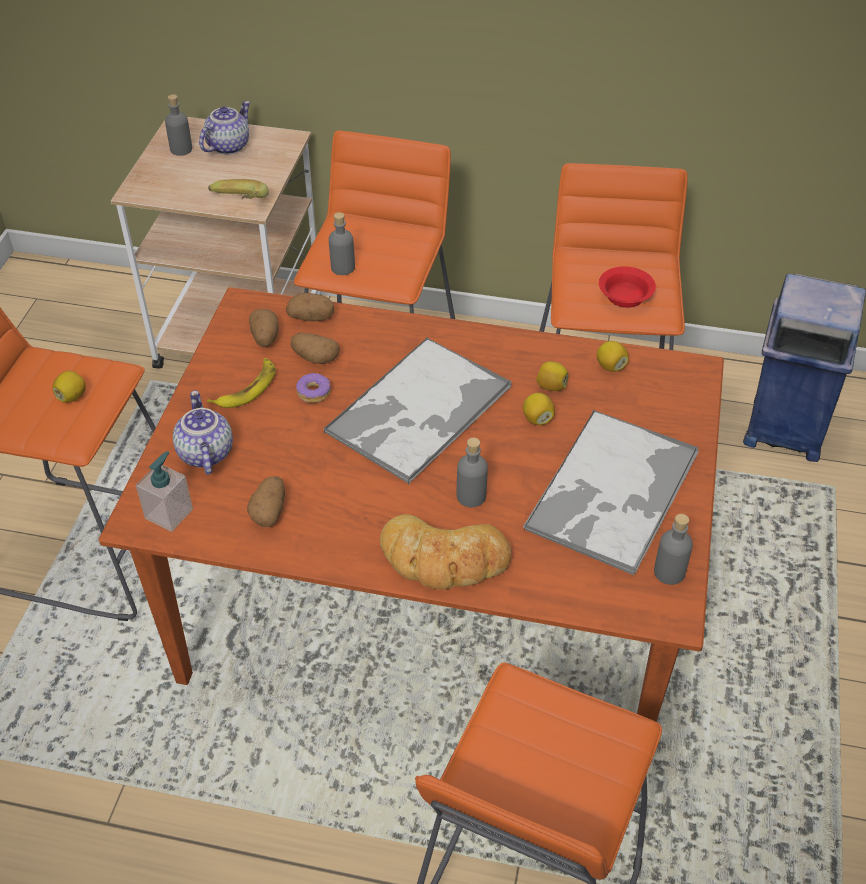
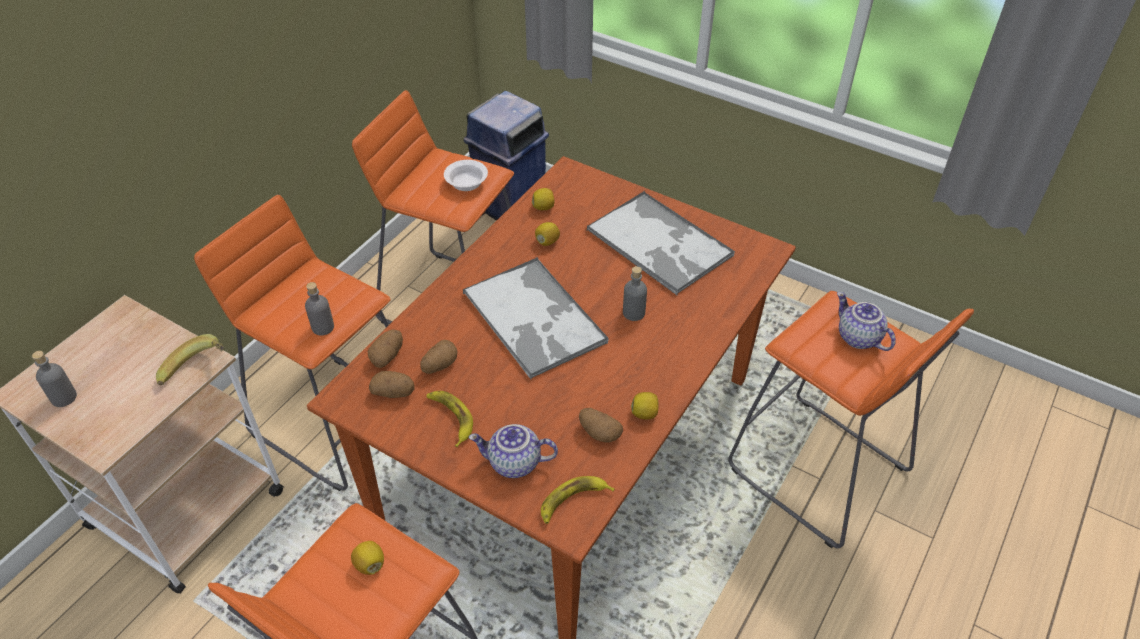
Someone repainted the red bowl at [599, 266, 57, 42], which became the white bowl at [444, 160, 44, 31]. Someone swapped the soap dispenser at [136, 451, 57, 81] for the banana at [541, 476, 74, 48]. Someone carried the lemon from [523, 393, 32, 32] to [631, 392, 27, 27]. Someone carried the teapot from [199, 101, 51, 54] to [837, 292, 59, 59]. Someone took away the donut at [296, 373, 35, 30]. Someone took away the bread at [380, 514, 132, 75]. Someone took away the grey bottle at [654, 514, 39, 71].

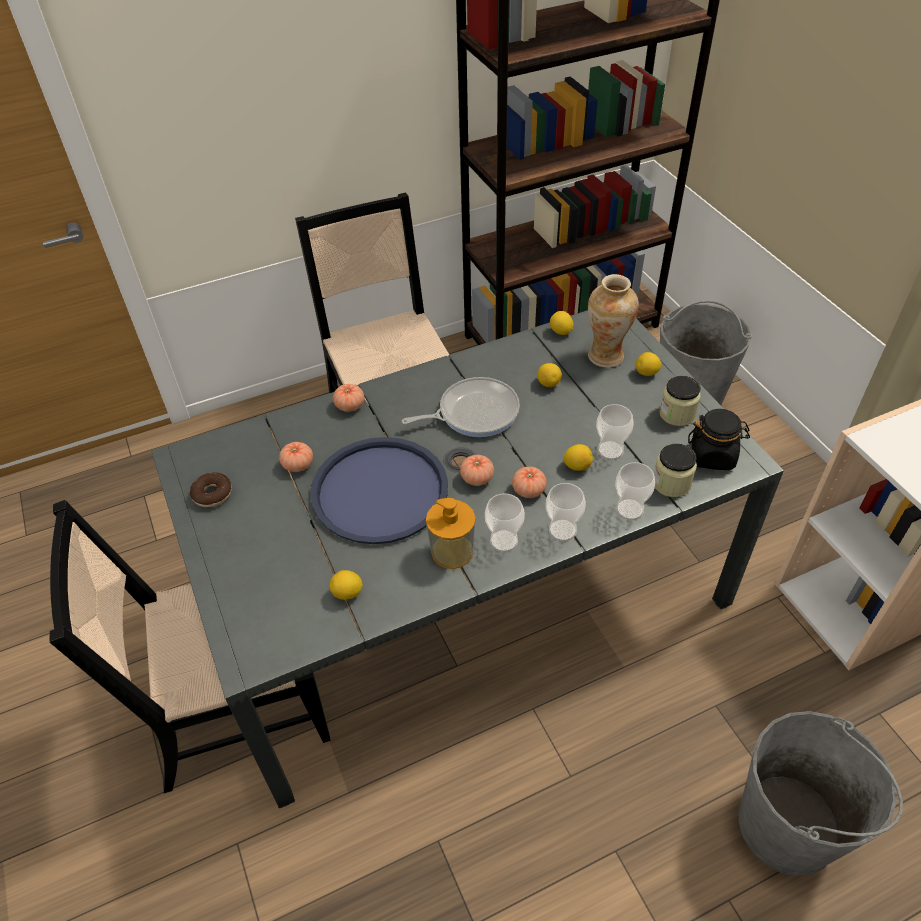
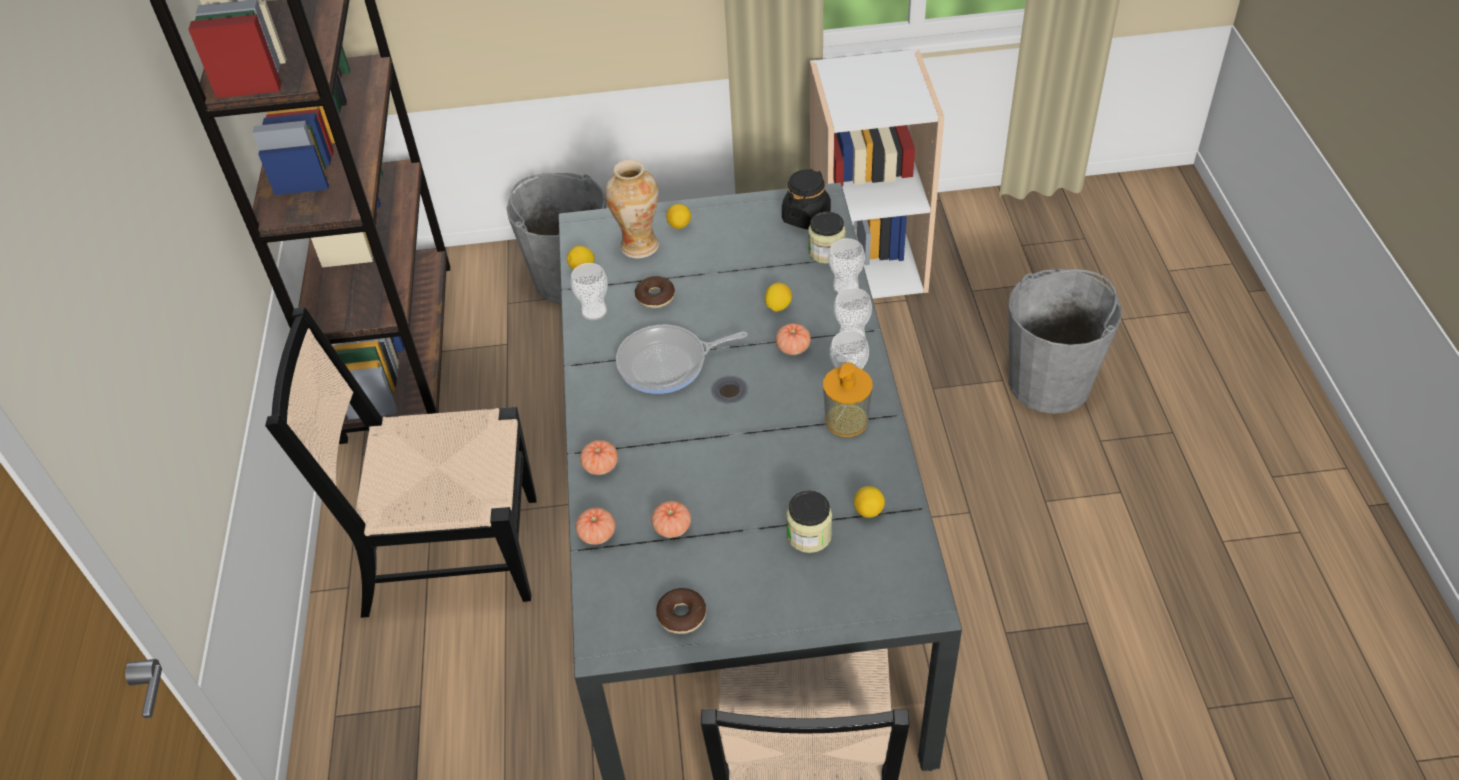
Someone carried the cup from [596, 404, 37, 56] to [571, 263, 37, 57]. Someone carried the tomato from [460, 455, 34, 31] to [576, 507, 40, 38]. Someone rotated the frying pan at [402, 377, 118, 60] by 105 degrees counterclockwise. Someone swapped the lemon at [537, 363, 25, 24] for the donut at [635, 276, 40, 32]. Someone carried the jar from [659, 376, 42, 50] to [786, 491, 46, 62]. Someone took away the blue tray at [310, 437, 138, 107].

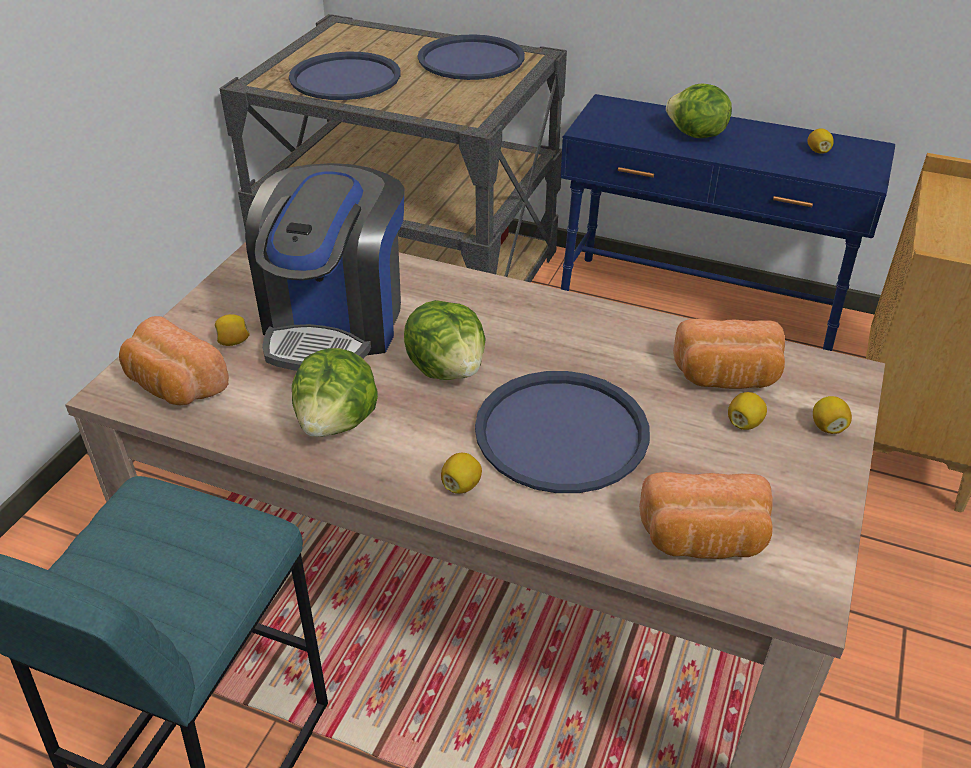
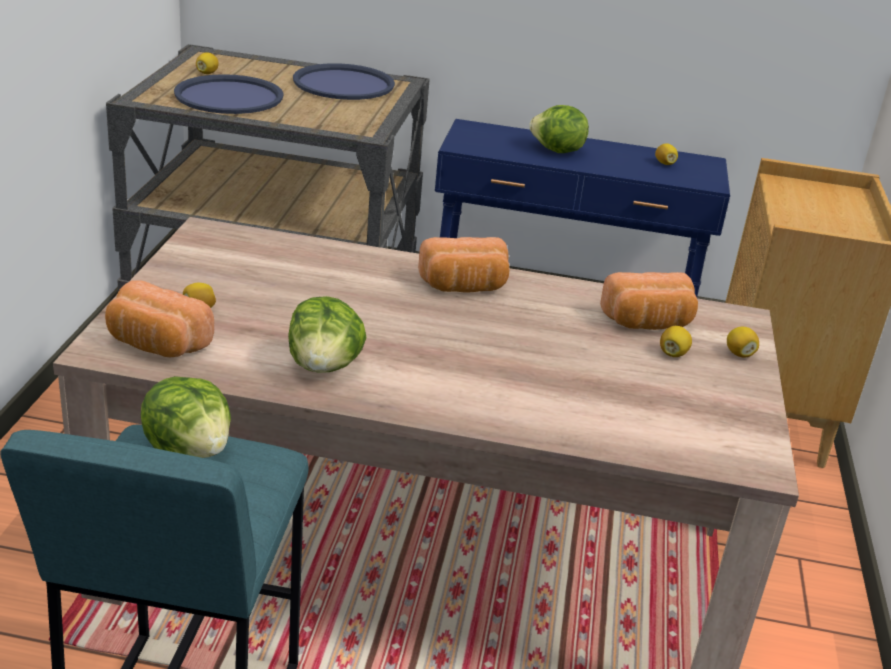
Someone carried the lettuce from [404, 300, 81, 80] to [141, 376, 90, 82]. Someone carried the lemon from [441, 453, 41, 41] to [196, 52, 23, 22]. Someone carried the bread from [639, 472, 134, 87] to [418, 237, 92, 56]. Someone took away the coffee machine at [245, 163, 159, 208]. Someone took away the blue tray at [475, 371, 175, 122].

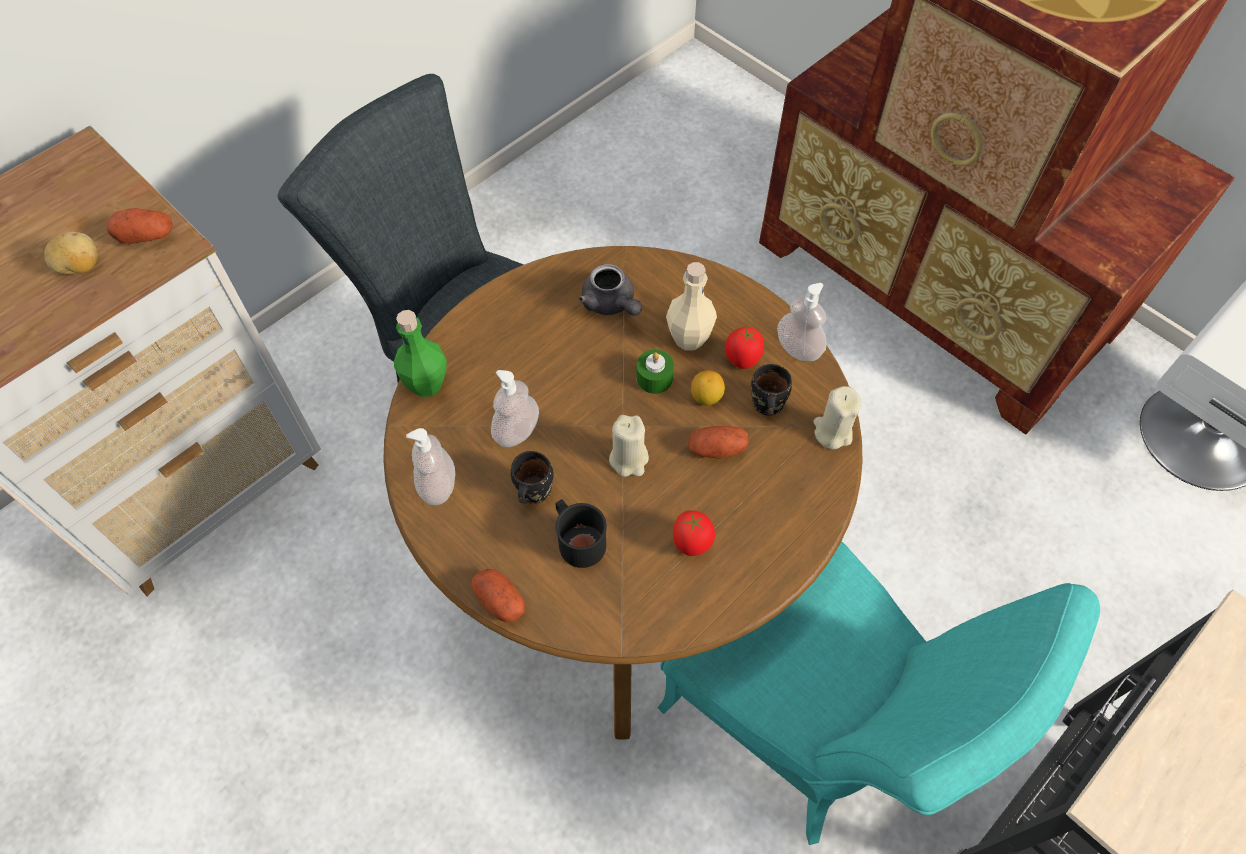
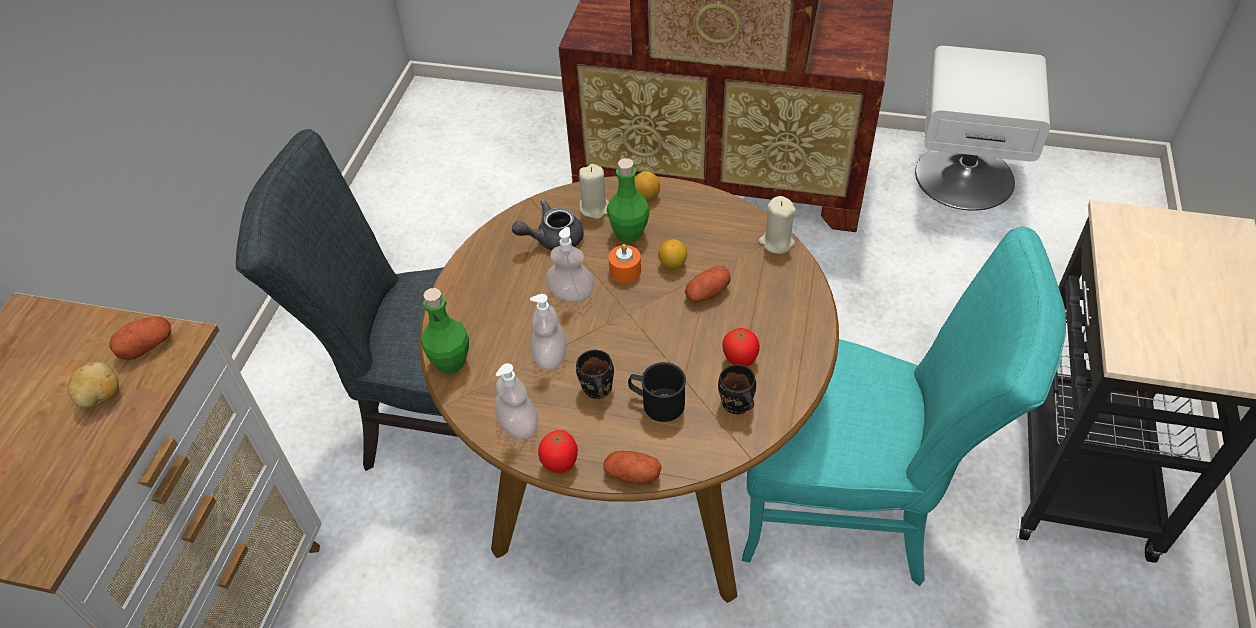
Someone rotated the grey teapot at [578, 264, 64, 52] by 135 degrees clockwise. Someone carried the tomato from [725, 327, 39, 42] to [538, 430, 40, 43]. Someone carried the soap dispenser from [777, 283, 49, 78] to [546, 227, 49, 75]. Someone carried the beige candle from [609, 415, 40, 62] to [579, 164, 30, 55]. Someone repainted the beige bottle at [666, 262, 51, 89], which became the green bottle at [607, 158, 43, 85]. Someone repainted the green candle at [636, 349, 38, 45], which became the orange candle at [608, 244, 33, 39]. Someone put down the lemon at [634, 171, 26, 30]. Someone carried the black mug from [751, 364, 41, 51] to [718, 365, 38, 49].

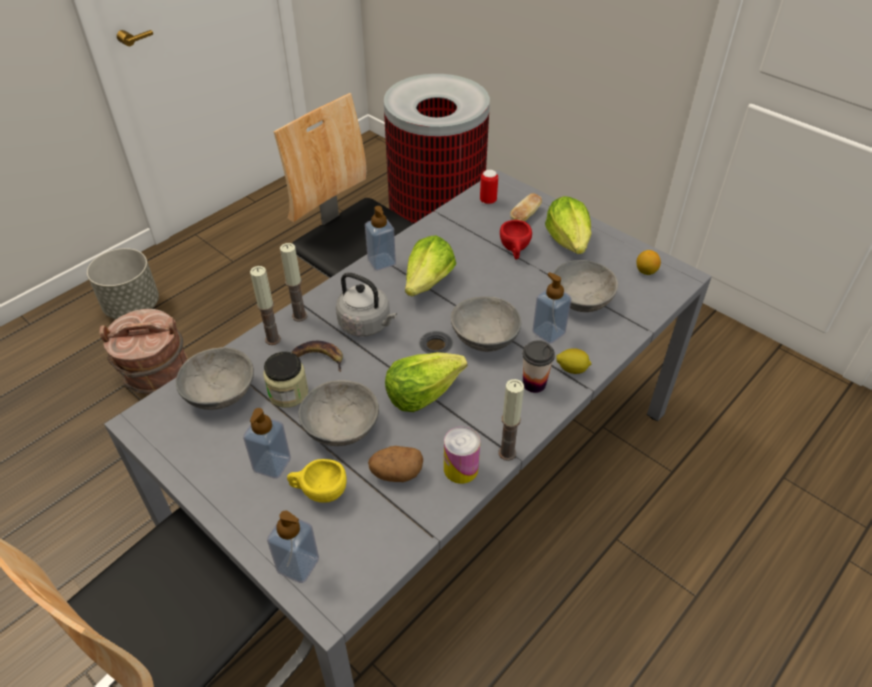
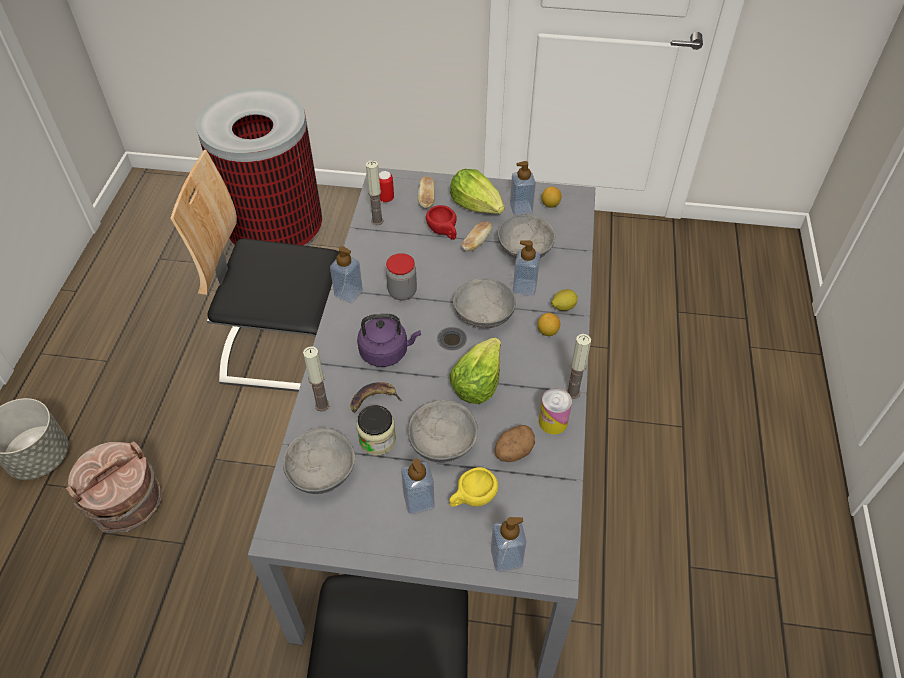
Someone repainted the grey kettle at [336, 272, 61, 65], which became the purple kettle at [357, 314, 64, 53]. Someone carried the candle from [280, 243, 27, 79] to [366, 160, 18, 65]. Someone swapped the lettuce at [405, 235, 51, 61] for the jar at [386, 253, 31, 47]. Someone put down the bread at [461, 221, 31, 30]. Someone put down the soap dispenser at [510, 161, 26, 54]. Someone swapped the cup at [522, 341, 33, 52] for the lemon at [537, 313, 23, 23].

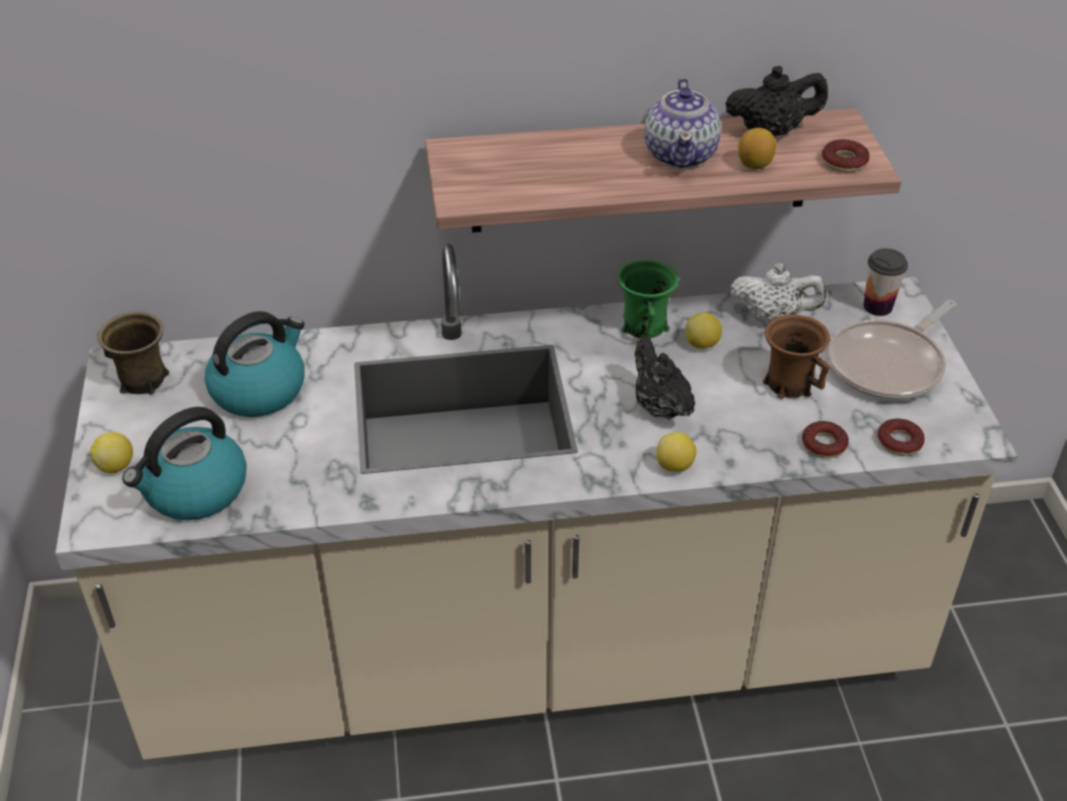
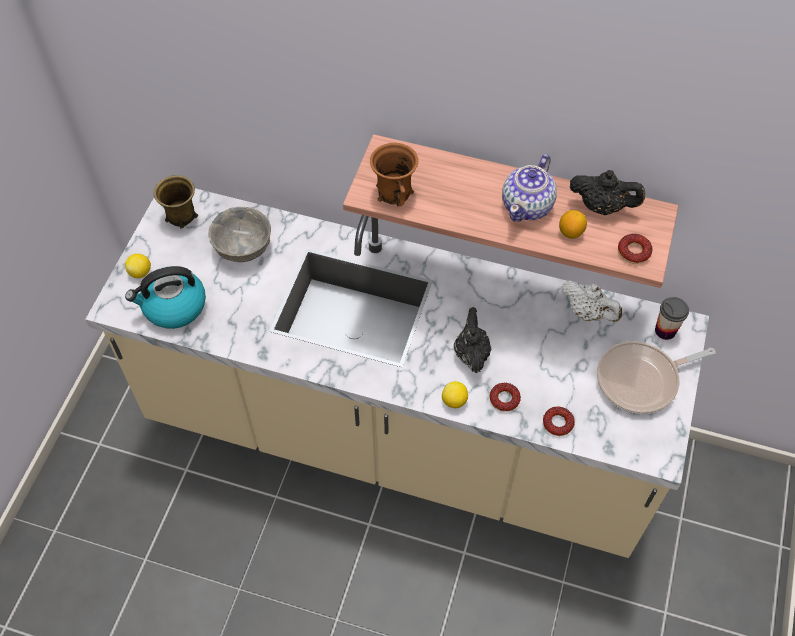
Someone swapped the kettle at [205, 311, 100, 106] for the grey bowl at [208, 207, 63, 55]. Someone carried the brown mug from [763, 315, 68, 84] to [370, 143, 48, 64]. Someone carried the donut from [878, 418, 47, 38] to [490, 383, 31, 29]. Someone took away the green mug at [617, 260, 62, 80]. Someone took away the lemon at [685, 312, 37, 37].

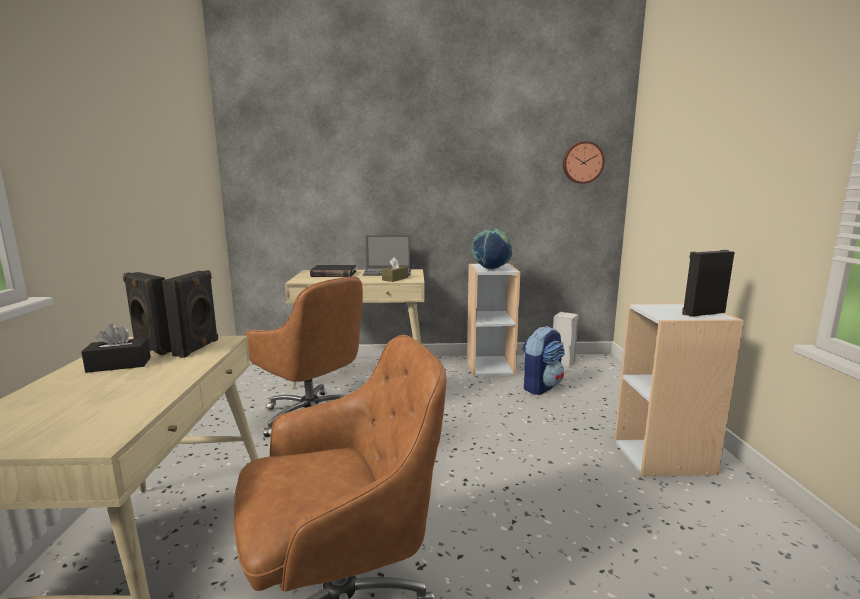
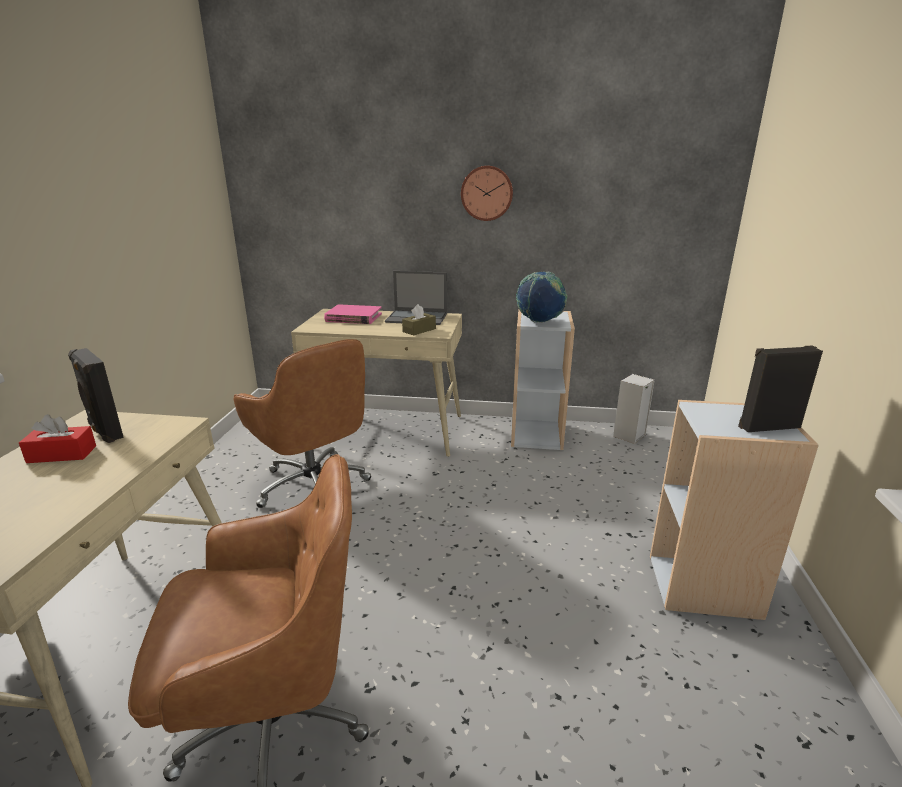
Someone repainted the black tissue box at [81, 324, 70, 49], which became the red tissue box at [19, 414, 77, 49]. Someone repainted the black book at [310, 265, 46, 12], which became the pink book at [324, 304, 58, 20]. Someone carried the wall clock from [563, 141, 42, 43] to [461, 166, 52, 55]. Someone took away the black speaker at [162, 270, 56, 88]. Someone took away the backpack at [522, 326, 43, 69].

